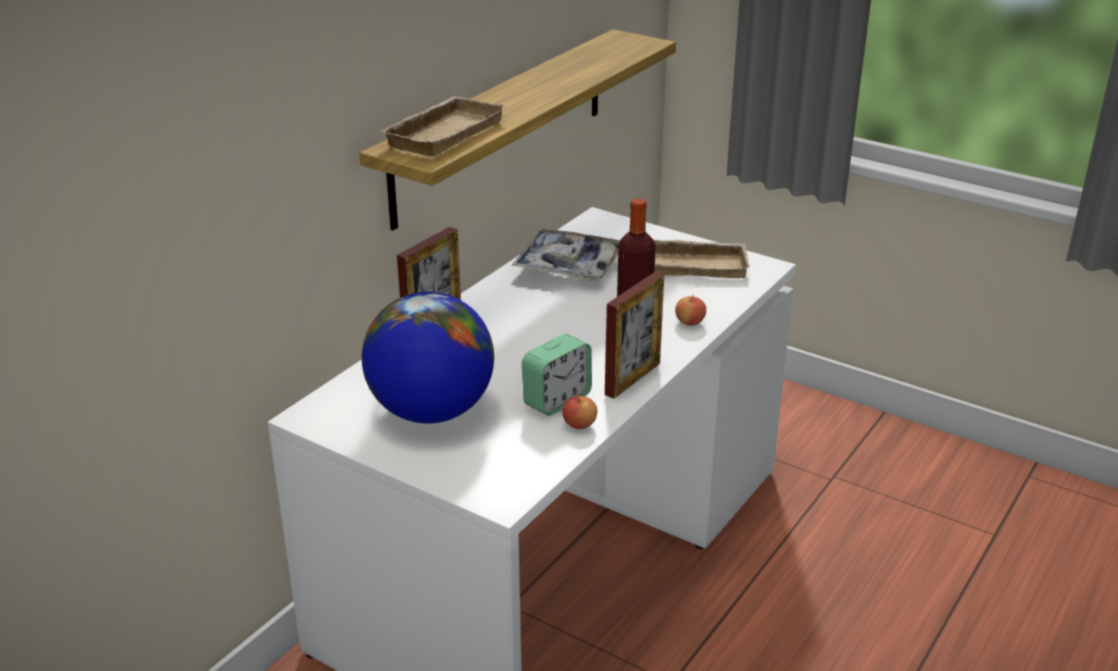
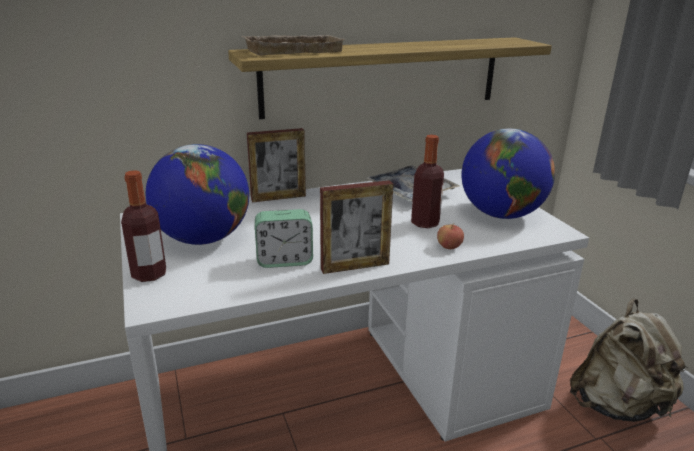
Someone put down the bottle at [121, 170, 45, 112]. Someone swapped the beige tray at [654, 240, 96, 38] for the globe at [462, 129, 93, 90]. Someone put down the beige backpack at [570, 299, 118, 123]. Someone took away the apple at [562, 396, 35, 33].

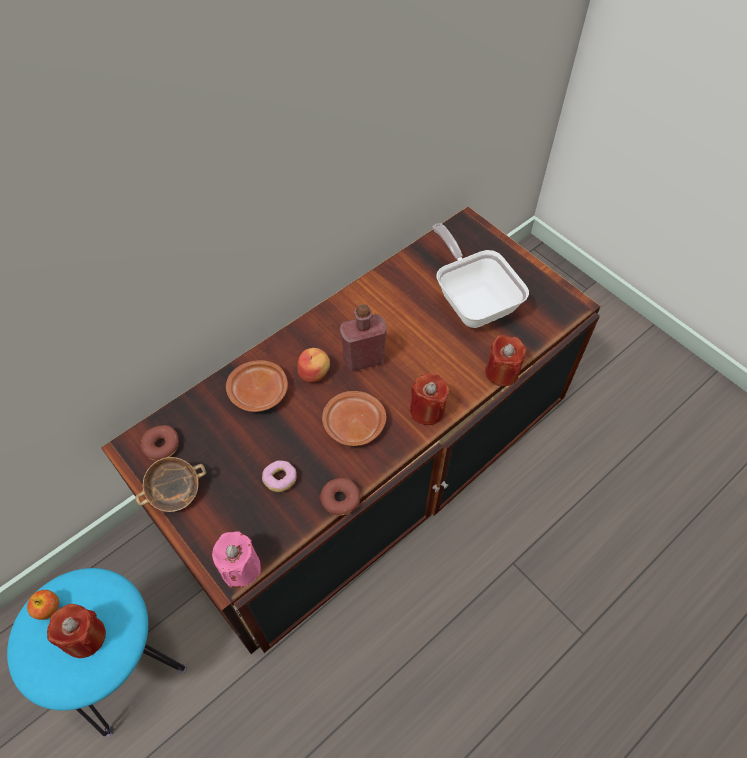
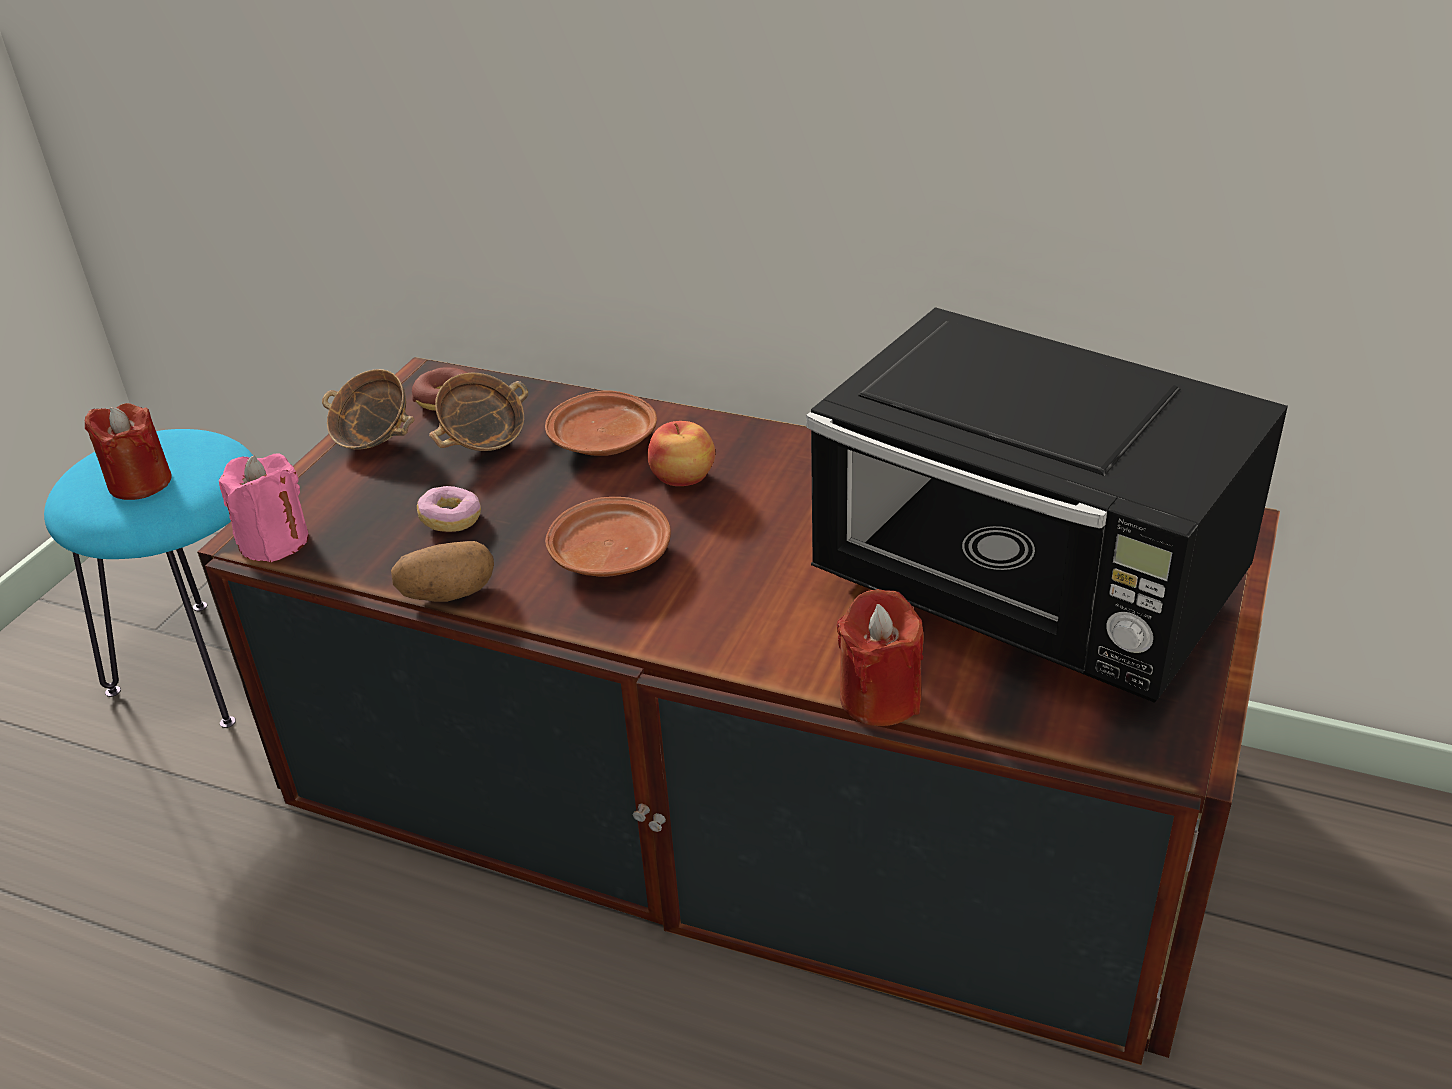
Someone swapped the donut at [320, 478, 40, 38] for the potato at [391, 541, 103, 61]. Someone put down the bowl at [429, 373, 99, 78]. Someone swapped the frying pan at [433, 223, 96, 105] for the black microwave at [806, 307, 482, 396]. Someone took away the apple at [27, 590, 32, 30]. Someone took away the red bottle at [340, 304, 47, 68]. Someone took away the red candle at [410, 372, 40, 53].

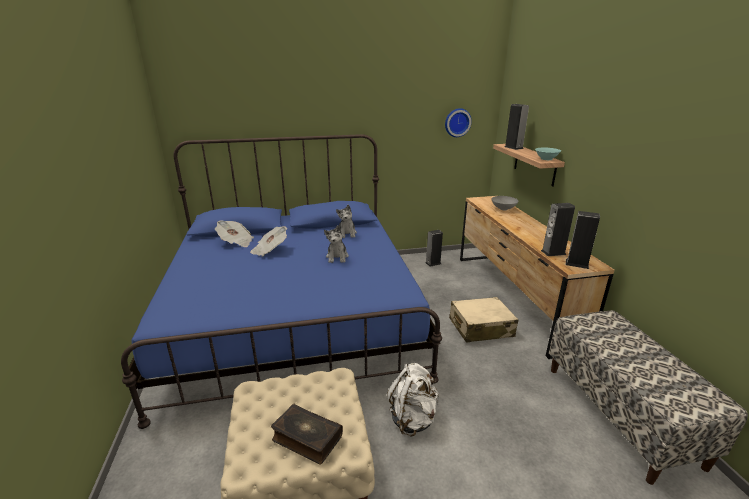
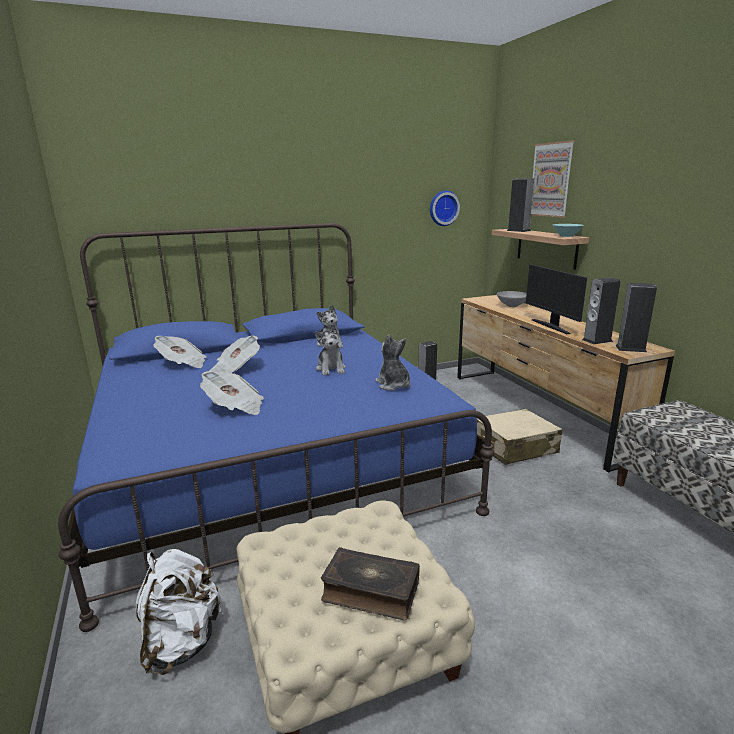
Someone carried the white backpack from [387, 363, 52, 73] to [135, 549, 89, 126]. Someone put down the newspaper at [200, 371, 64, 44]. Someone put down the plush toy at [375, 334, 36, 57]. Someone put down the monitor at [526, 264, 61, 70]. Someone put up the picture at [531, 140, 44, 78].

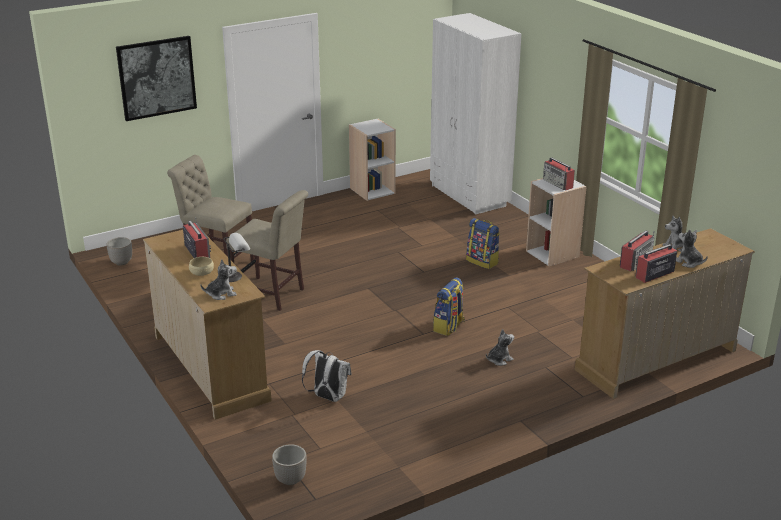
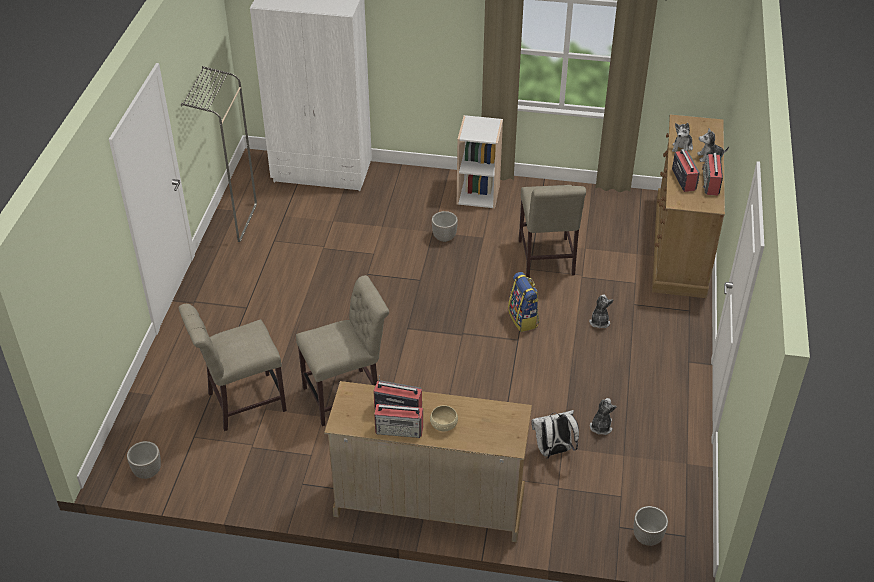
Someone swapped the bookcase at [349, 119, 47, 82] for the grey clothes rack at [181, 66, 76, 176]. Someone carried the radio from [543, 157, 32, 33] to [374, 404, 49, 34]. Someone swapped the backpack at [466, 218, 34, 51] for the planter at [432, 211, 26, 31]. Someone put down the beige chair at [519, 185, 67, 93]. Someone carried the plush toy from [201, 259, 36, 41] to [590, 398, 27, 37]. Someone took away the picture at [116, 36, 81, 85]. Someone took away the table lamp at [223, 233, 27, 49].

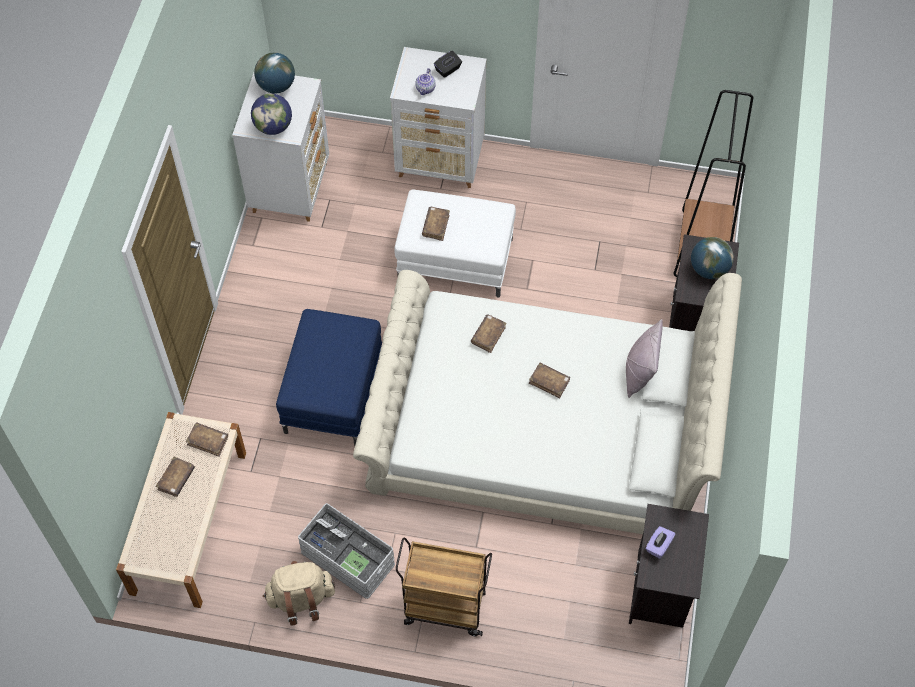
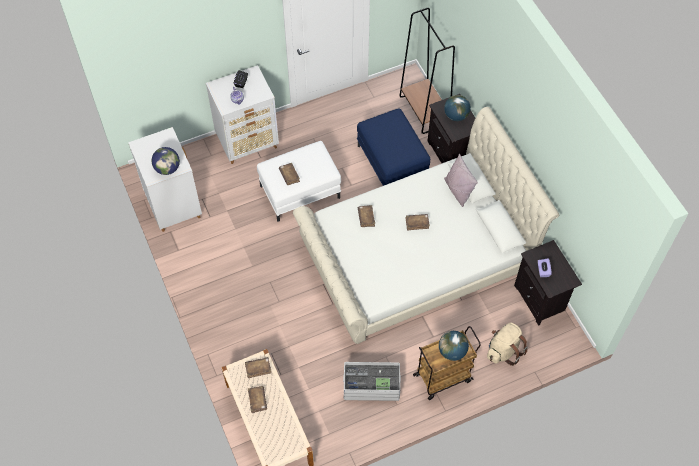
Someone carried the blue ottoman from [276, 309, 106, 136] to [357, 108, 73, 78]. Someone carried the globe from [254, 53, 41, 41] to [439, 331, 30, 30]. Someone carried the beige backpack from [263, 561, 72, 64] to [487, 323, 41, 43].

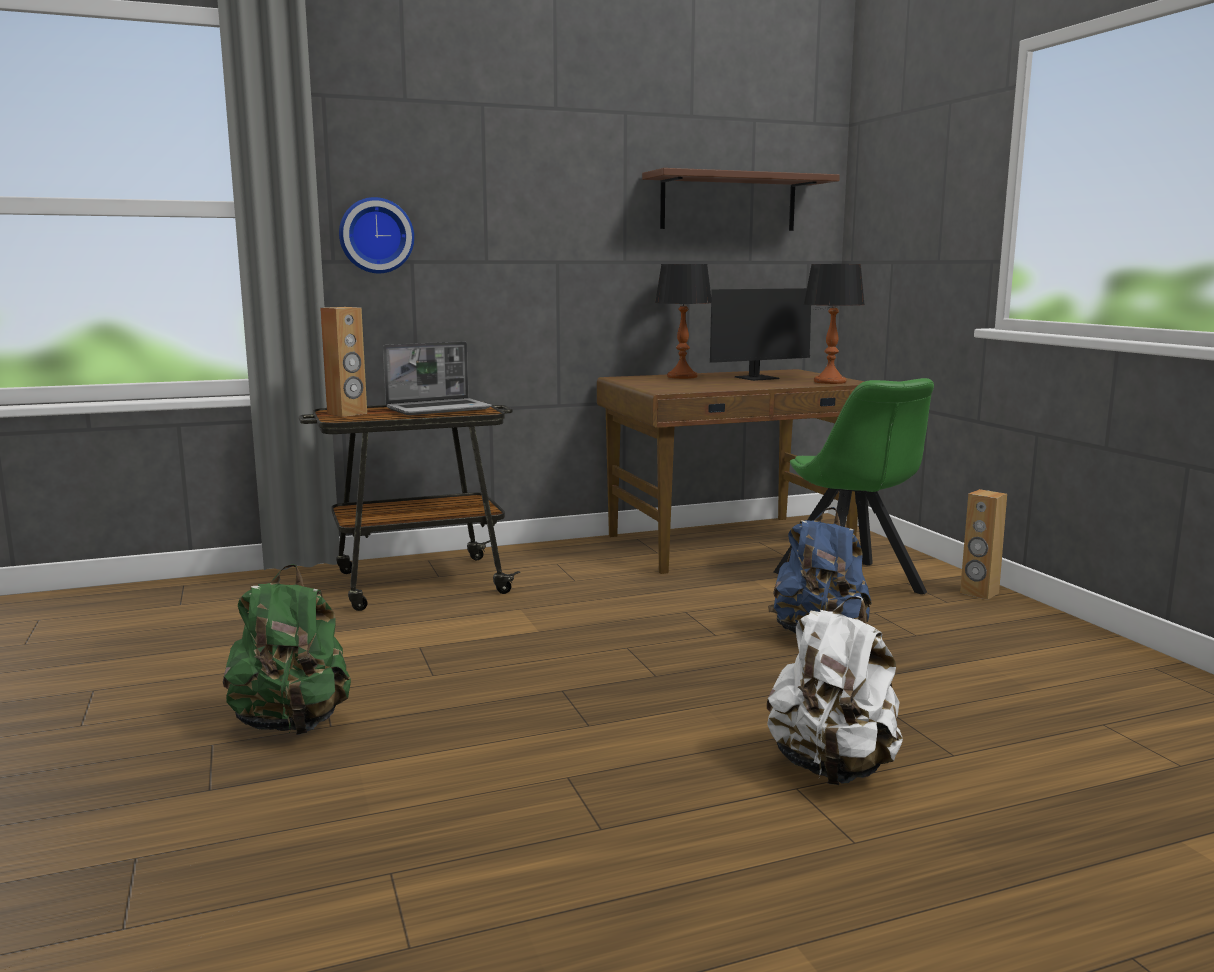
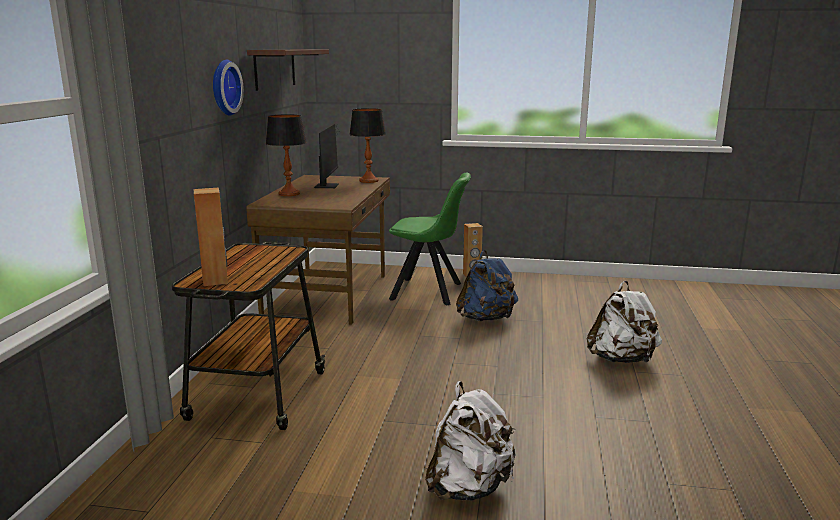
Someone carried the wall clock from [339, 197, 75, 76] to [213, 60, 31, 56]. Someone repainted the green backpack at [223, 564, 128, 171], which became the white backpack at [425, 381, 91, 120]. Someone took away the laptop at [383, 341, 109, 74].

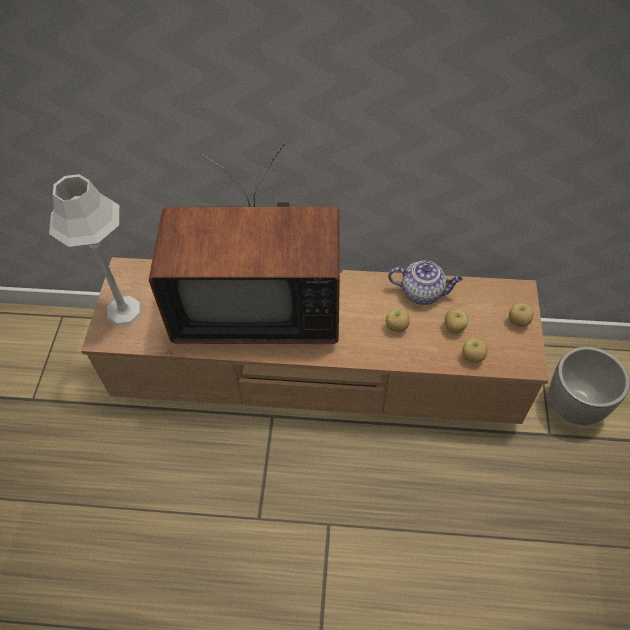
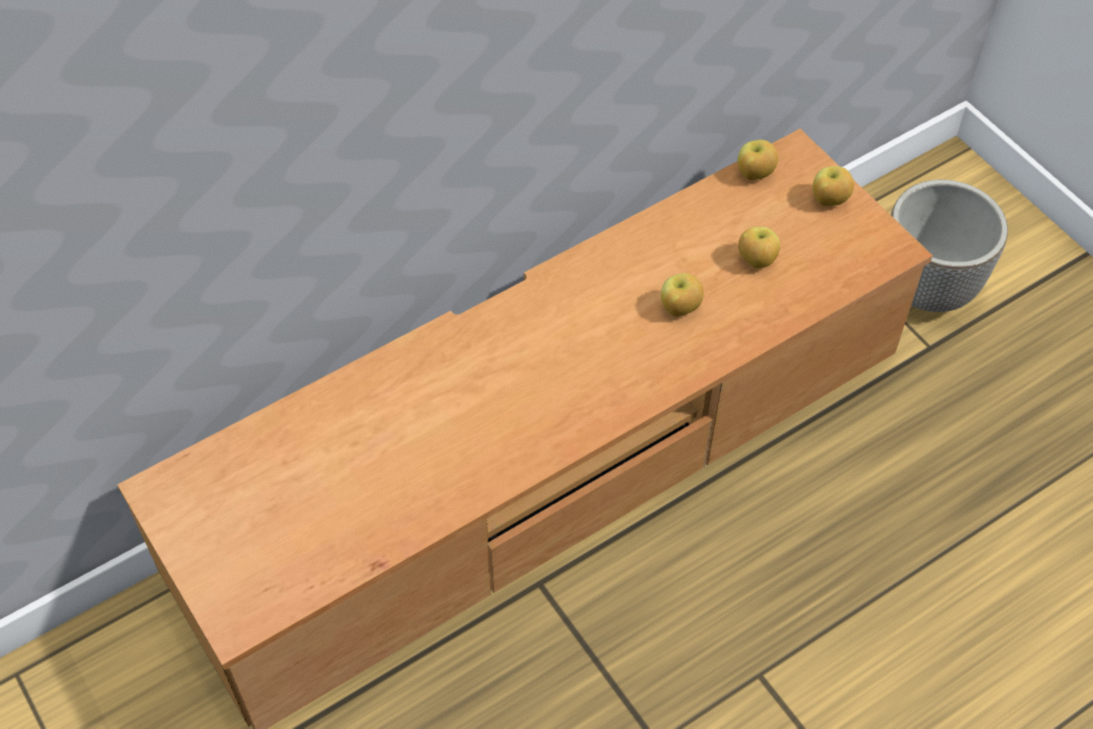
Someone carried the apple from [462, 339, 25, 24] to [738, 140, 40, 40]. Someone took away the grey table lamp at [49, 174, 92, 152]. Someone took away the television at [149, 143, 191, 201]. Someone took away the teapot at [388, 261, 75, 44].

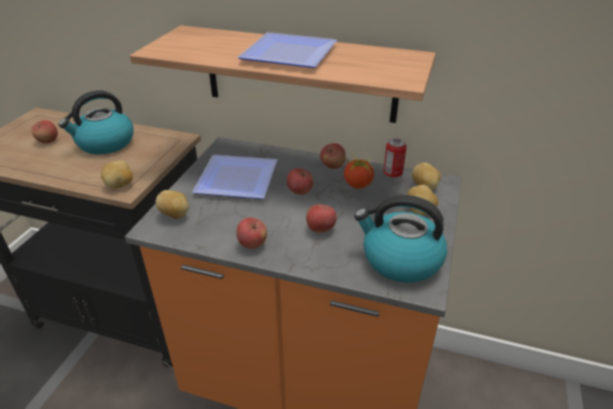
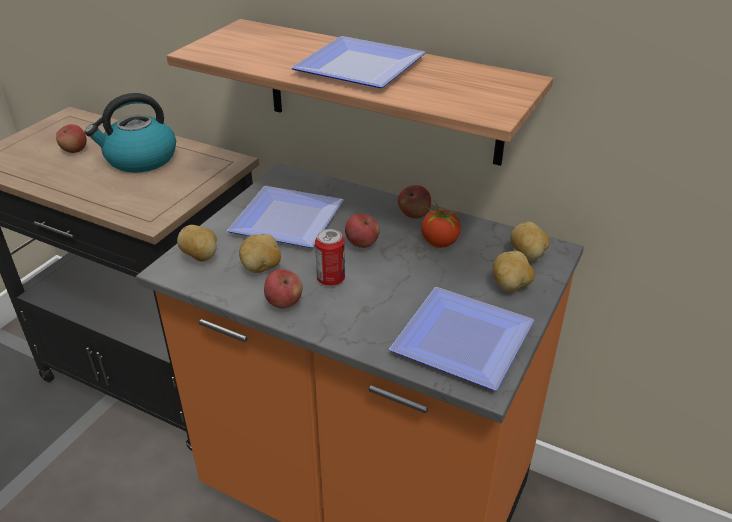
Someone carried the potato from [101, 161, 32, 28] to [239, 234, 42, 39]. Someone carried the can from [383, 138, 24, 40] to [315, 229, 30, 57]. Someone swapped the kettle at [354, 195, 93, 88] for the plate at [389, 287, 145, 103]. Someone took away the apple at [306, 204, 31, 29].

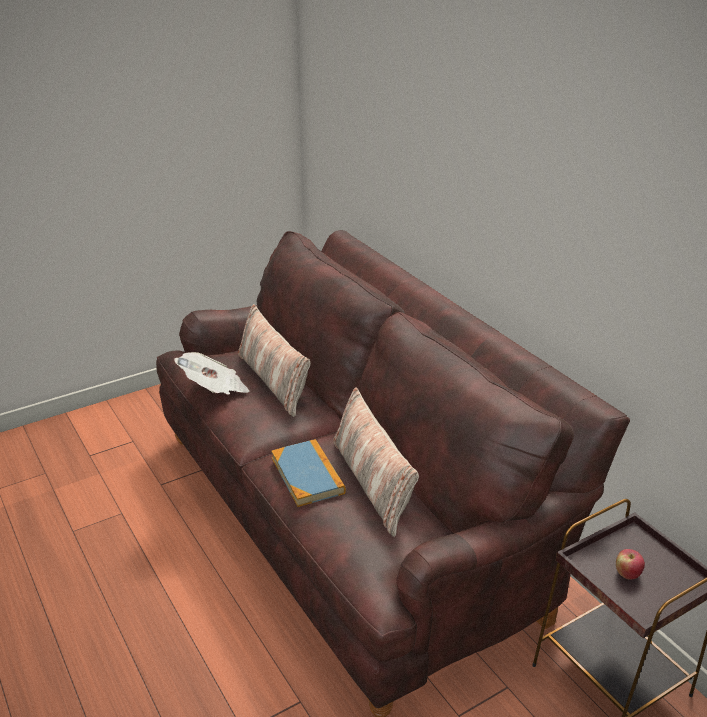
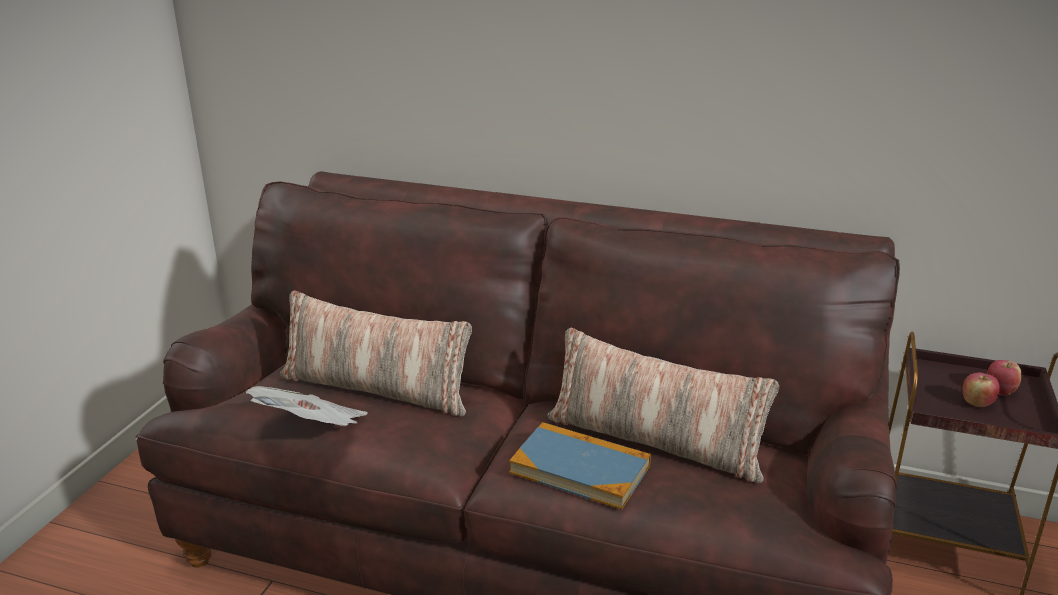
Someone put down the apple at [987, 360, 34, 36].

